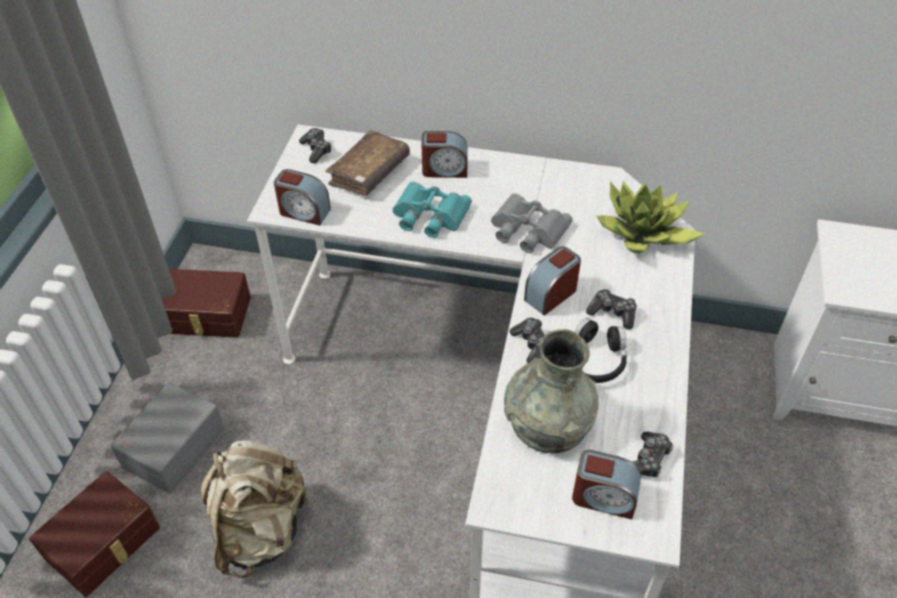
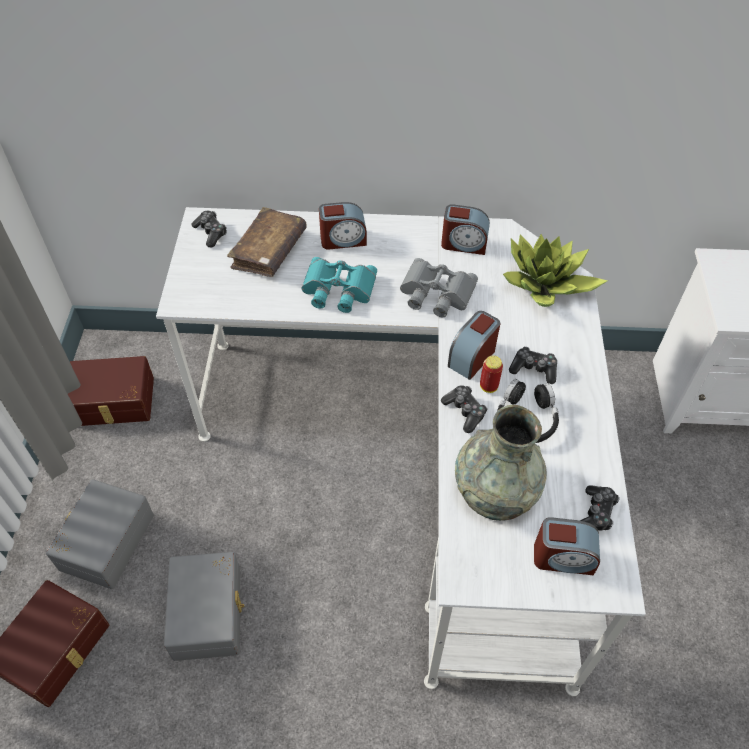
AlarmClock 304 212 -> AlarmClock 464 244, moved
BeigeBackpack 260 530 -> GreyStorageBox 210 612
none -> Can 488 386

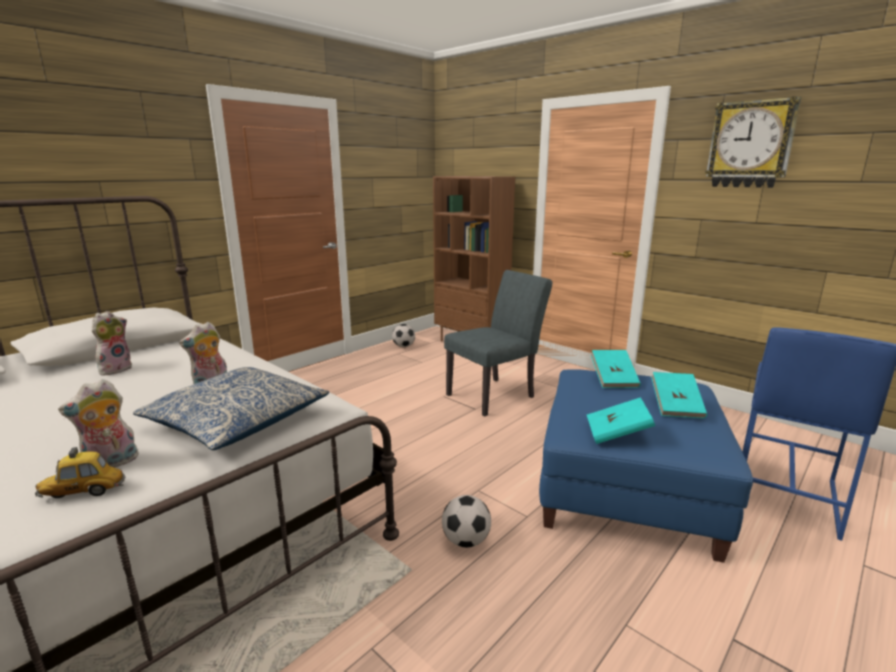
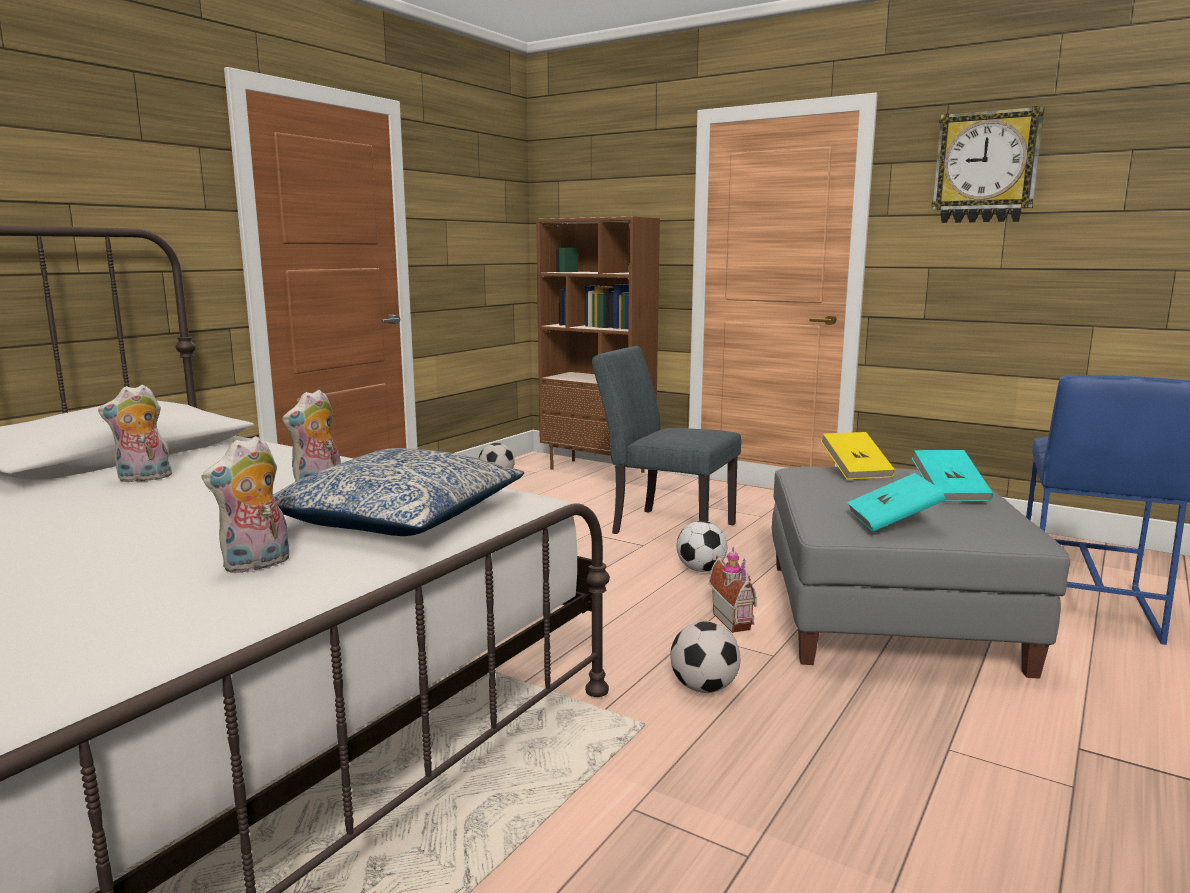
GreyChair 495 394 -> GreyChair 664 527, 105 degrees counterclockwise
PlushToy 116 369 -> PlushToy 143 479, 135 degrees counterclockwise
TurquoiseBook 613 380 -> YellowBook 856 471
BlueOttoman 625 486 -> GreyOttoman 887 613
ToyCar 83 492 -> none
none -> Football 701 570
none -> ToyHouse 735 620

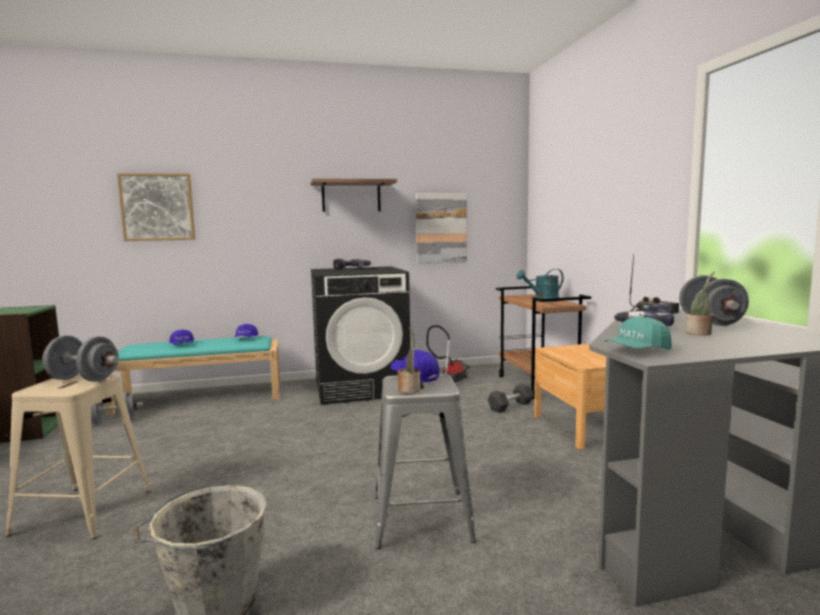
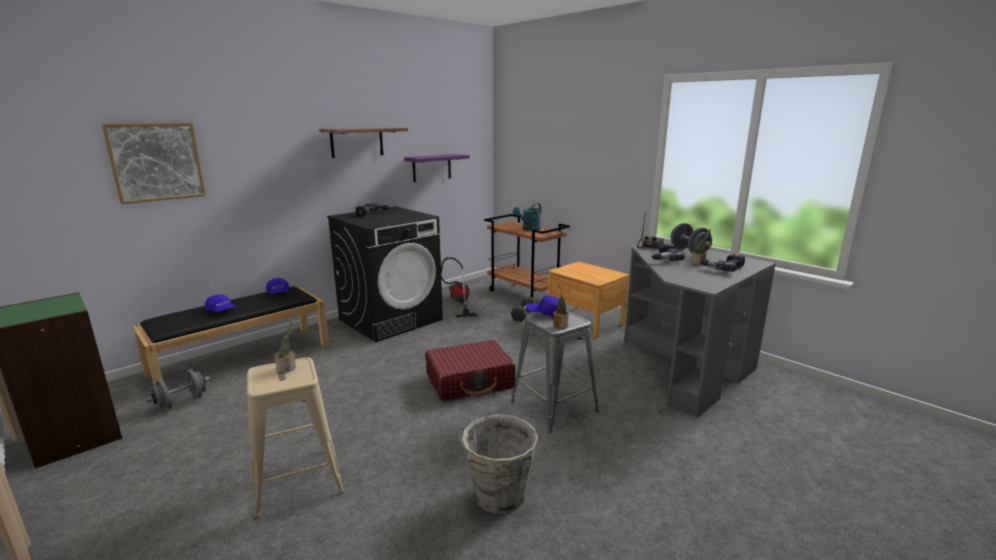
Picture 441 228 -> PurpleShelf 432 167
TurquoiseCap 637 351 -> none
GreyDumbbell 83 379 -> PottedPlant 288 368
TurquoiseBench 202 397 -> BlackBench 243 358
none -> PowerDrill 723 268
none -> RedSuitcase 470 381

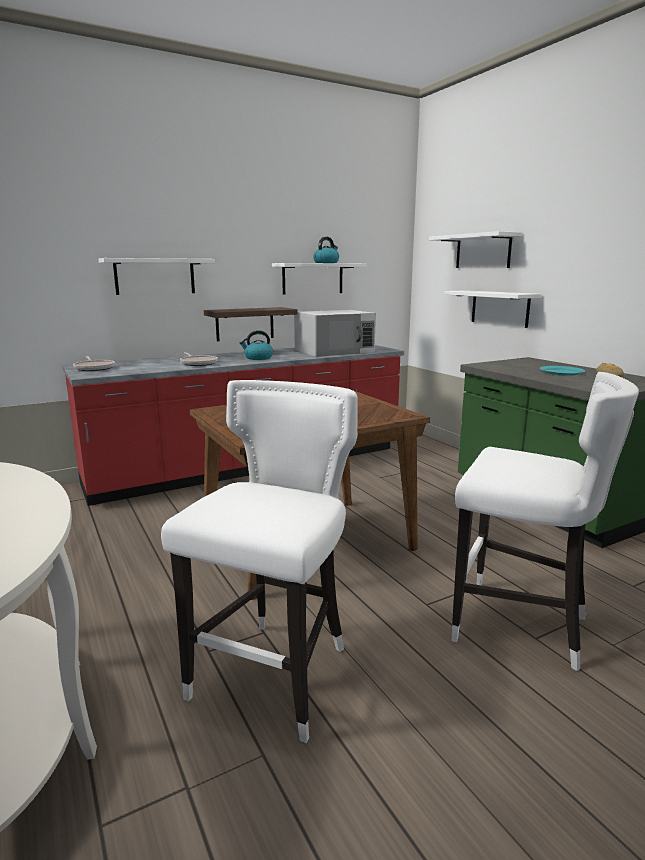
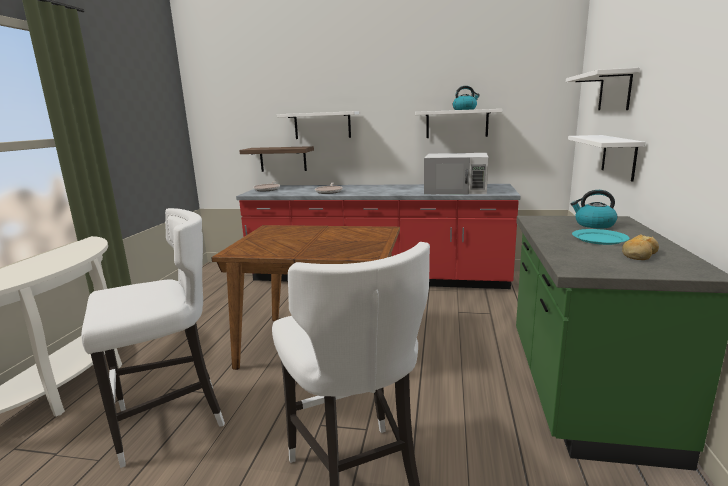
Shelf 245 324 -> Shelf 283 159, moved
Kettle 258 358 -> Kettle 593 224, moved

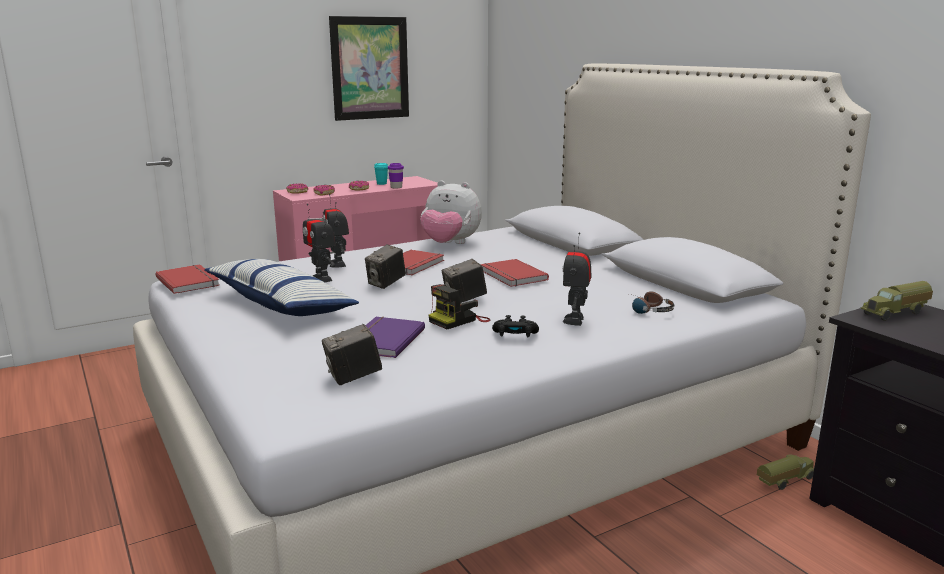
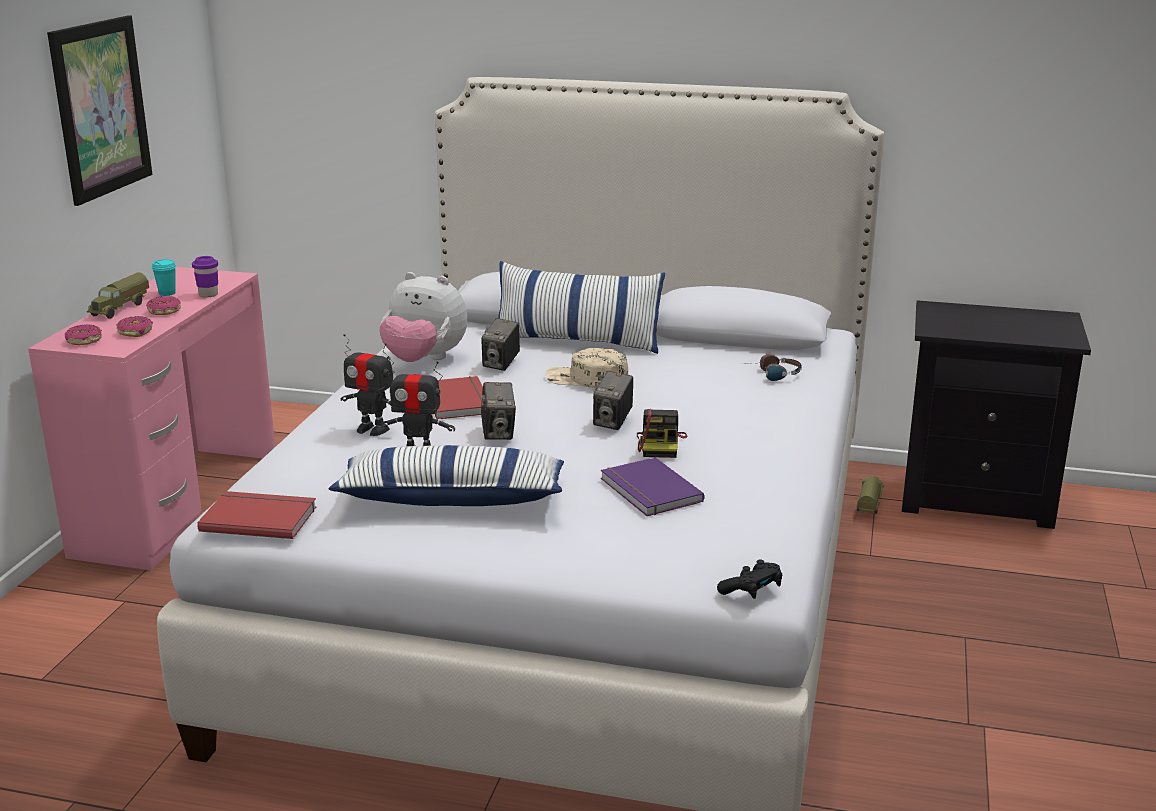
PlushToy 450 244 -> PlushToy 424 360, 45 degrees clockwise
ToyRobot 574 320 -> none
RedBook 511 276 -> BeigeCap 587 379
ToyTruck 895 313 -> ToyTruck 121 309, moved
BlackGameController 515 336 -> BlackGameController 752 590, moved
PhotoCamera 353 377 -> PhotoCamera 501 364, moved
none -> Pillow 577 341

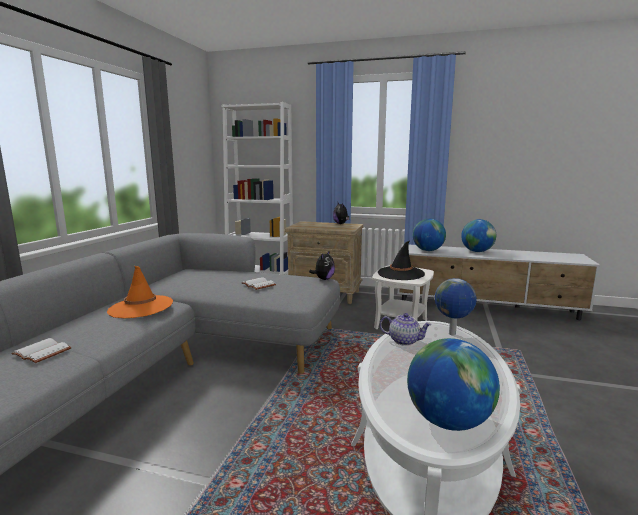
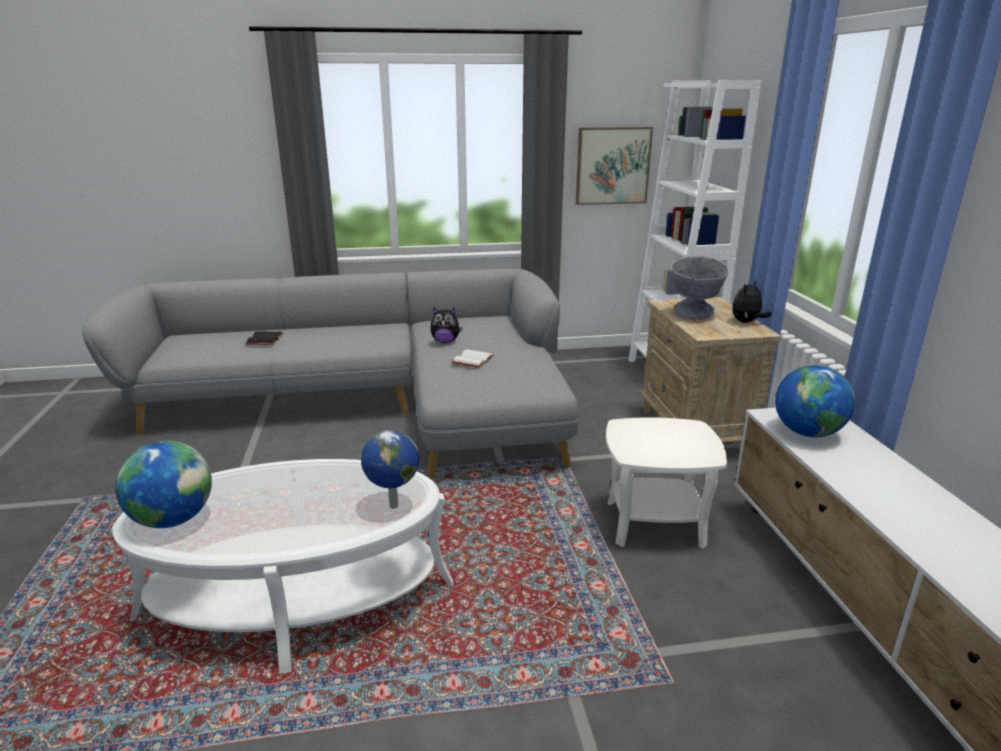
Globe 477 251 -> none
BlackHat 400 273 -> none
PlushToy 323 279 -> PlushToy 445 341, moved
OrangeHat 141 307 -> none
Teapot 404 341 -> none
WhiteBook 44 352 -> BlackBook 265 340
none -> Picture 612 166
none -> GreyBowl 693 315

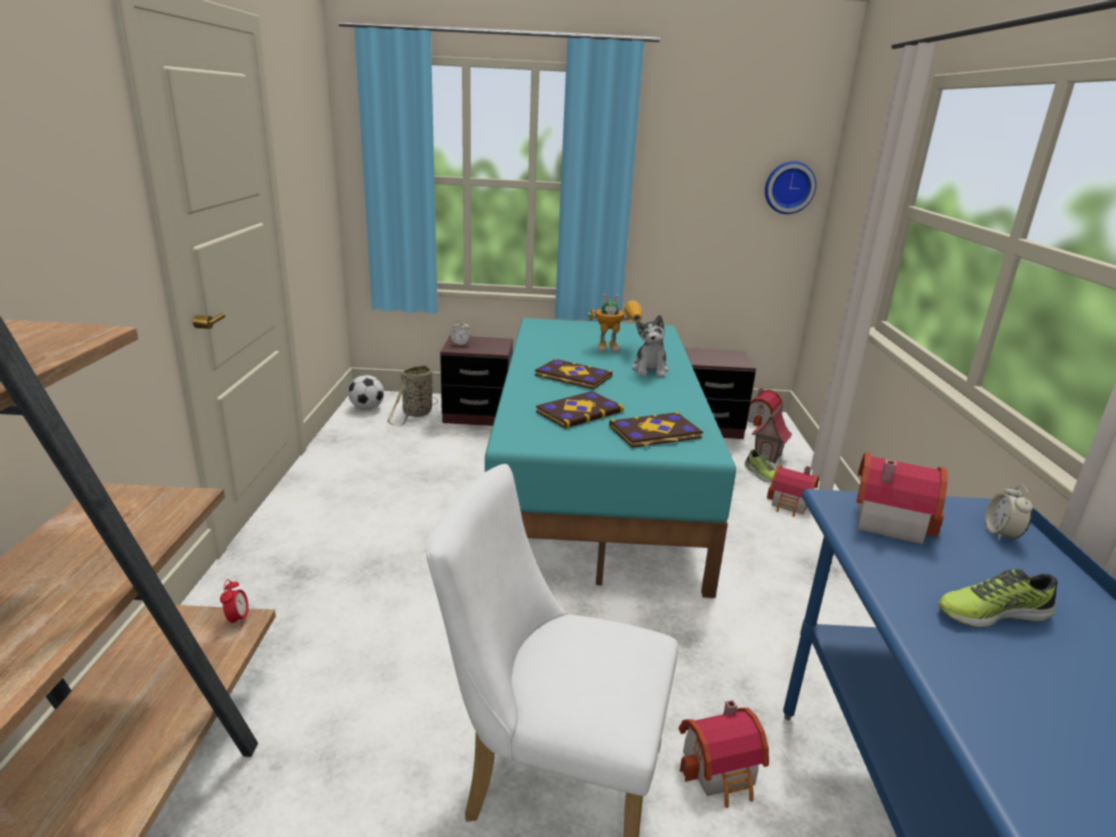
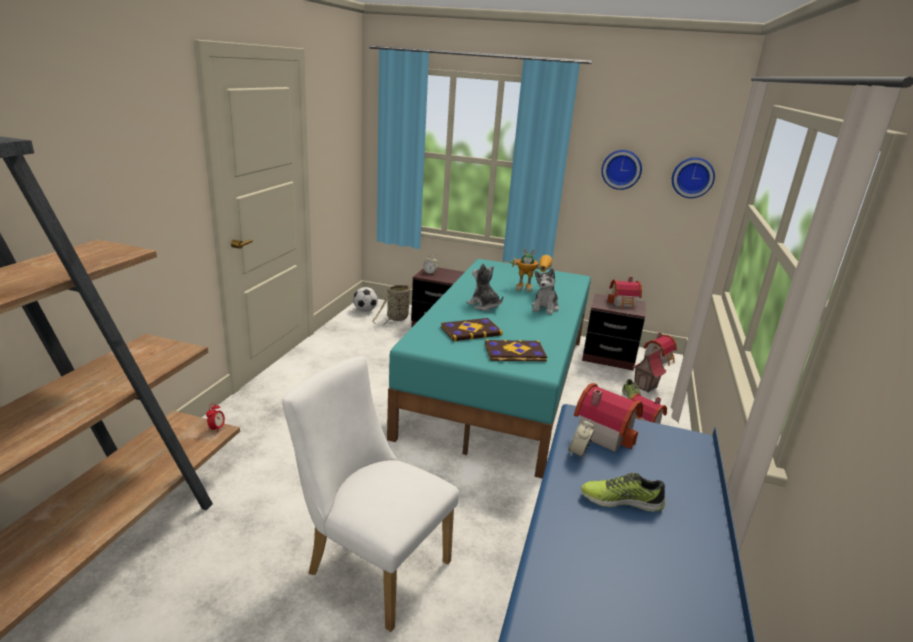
Book 572 376 -> PlushToy 484 306
AlarmClock 1001 534 -> AlarmClock 578 453, moved
ToyHouse 722 771 -> ToyHouse 624 303, moved
none -> WallClock 621 169

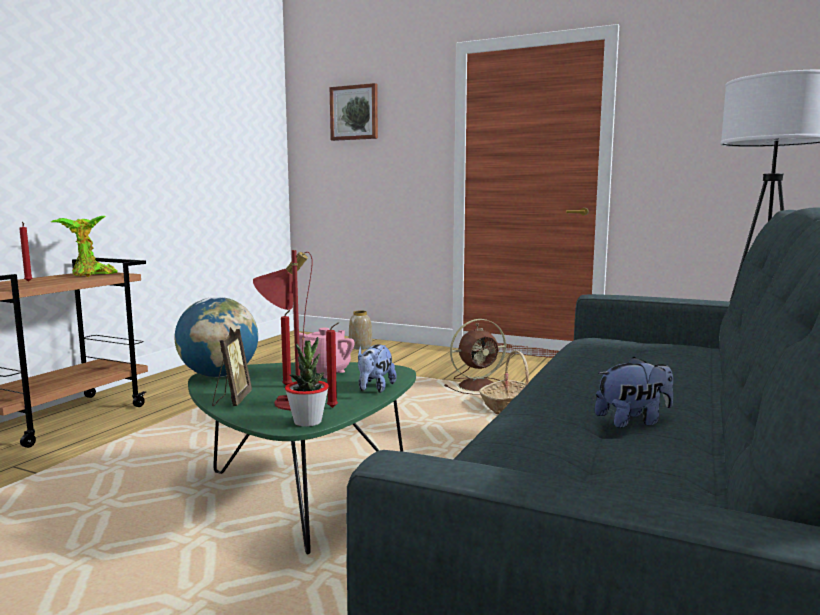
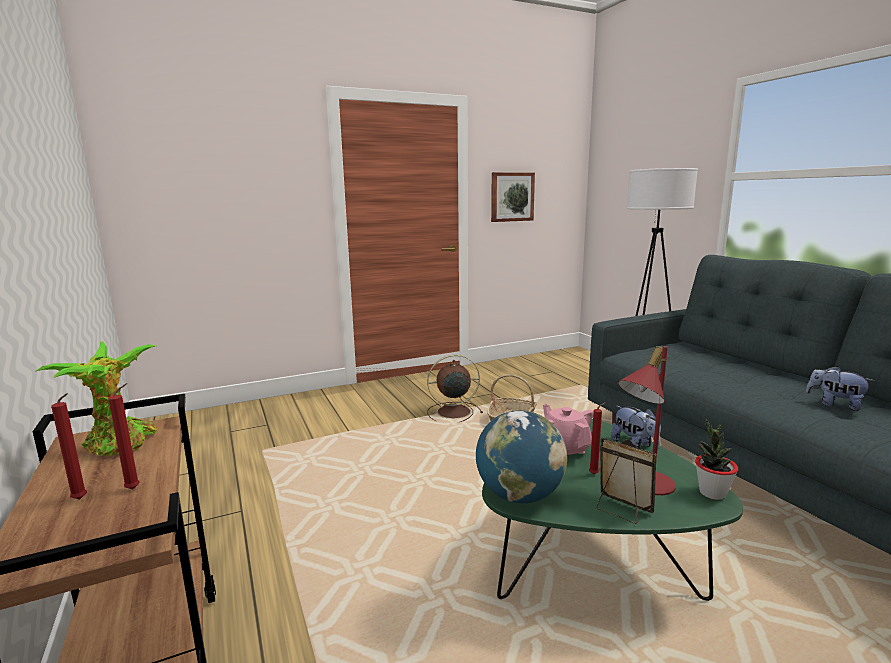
Picture 354 113 -> Picture 511 197, moved
Vase 361 347 -> none
BrownFan 479 386 -> BrownFan 452 412, 120 degrees counterclockwise
RedCandle 334 408 -> RedCandle 135 488, moved
PlushToy 633 421 -> PlushToy 835 404, 75 degrees counterclockwise

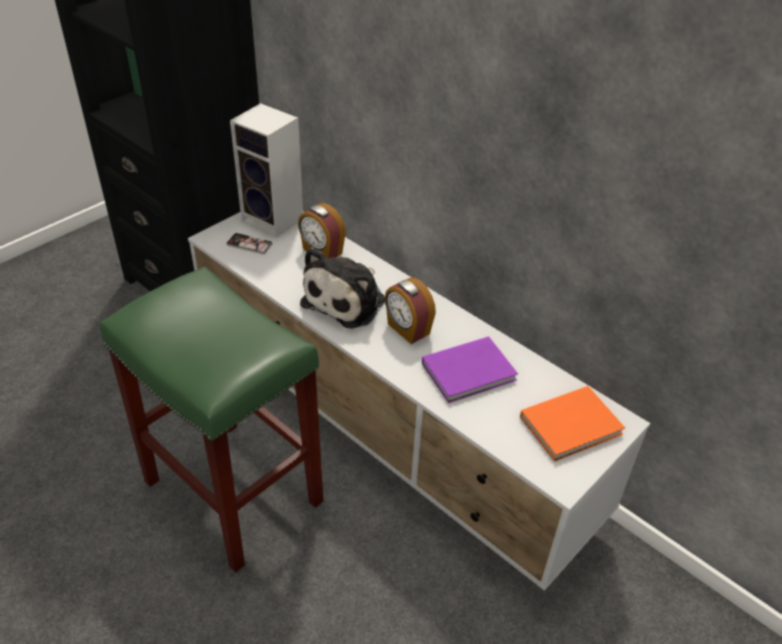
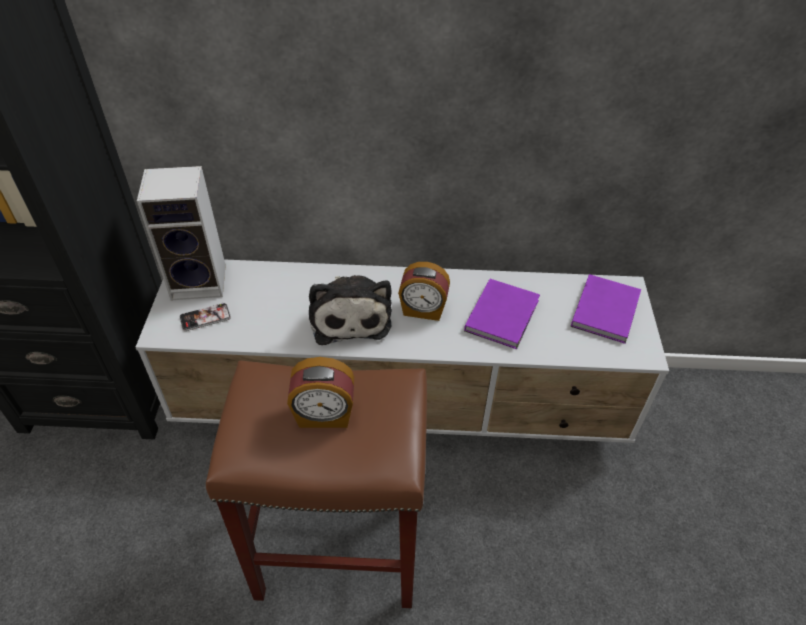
AlarmClock 322 252 -> AlarmClock 324 415, moved
GreenStool 236 492 -> BrownStool 341 545
OrangeBook 573 426 -> PurpleBook 607 309

